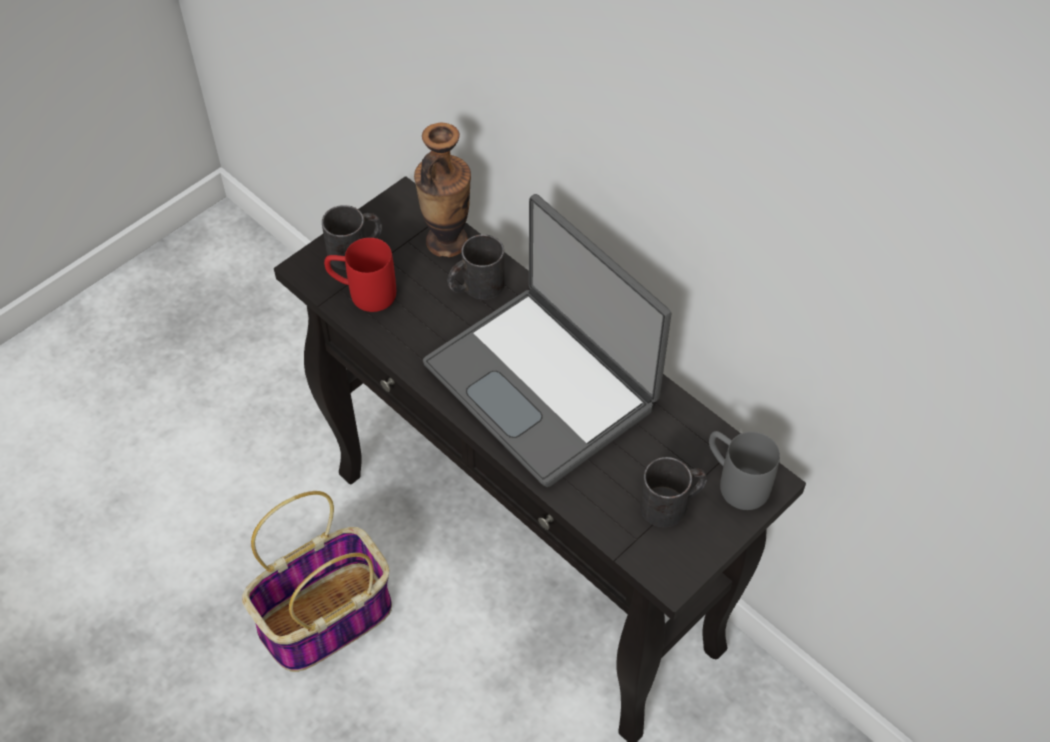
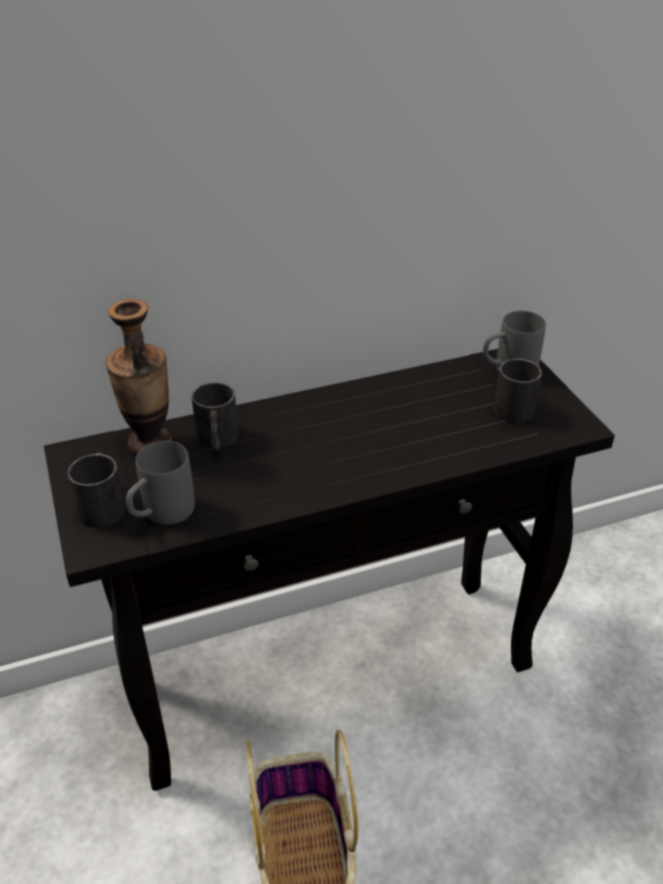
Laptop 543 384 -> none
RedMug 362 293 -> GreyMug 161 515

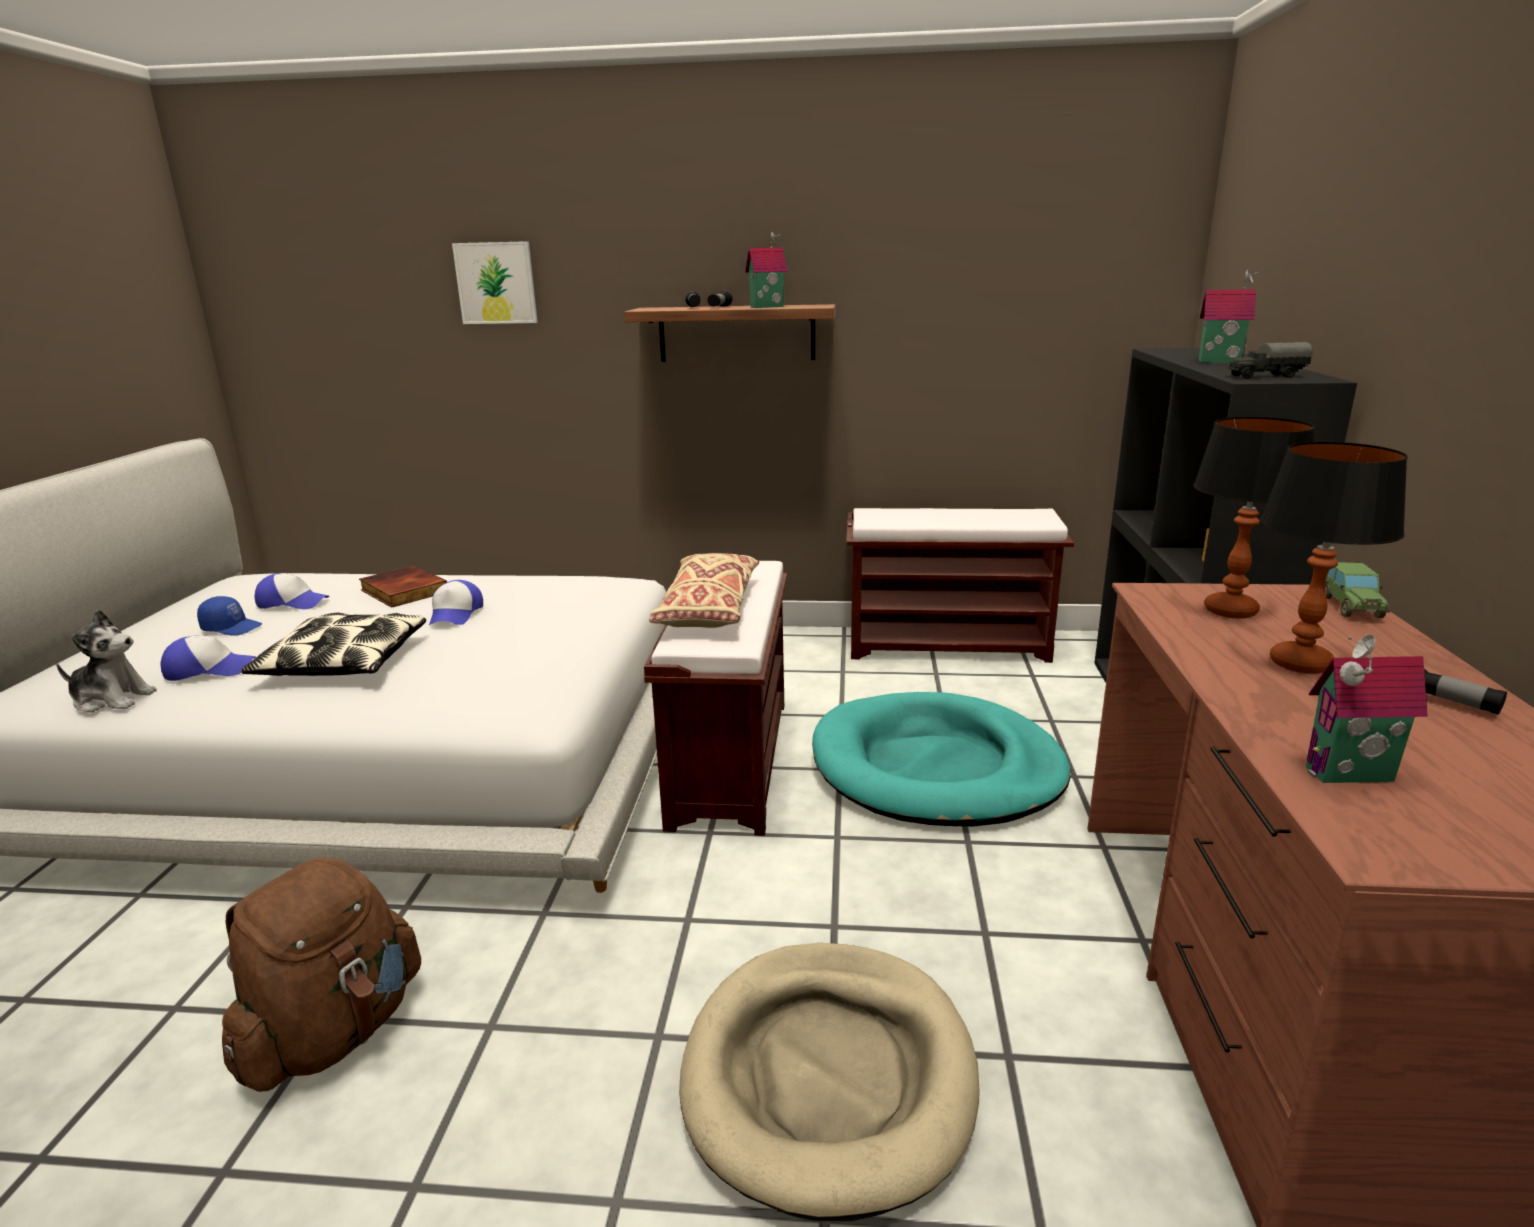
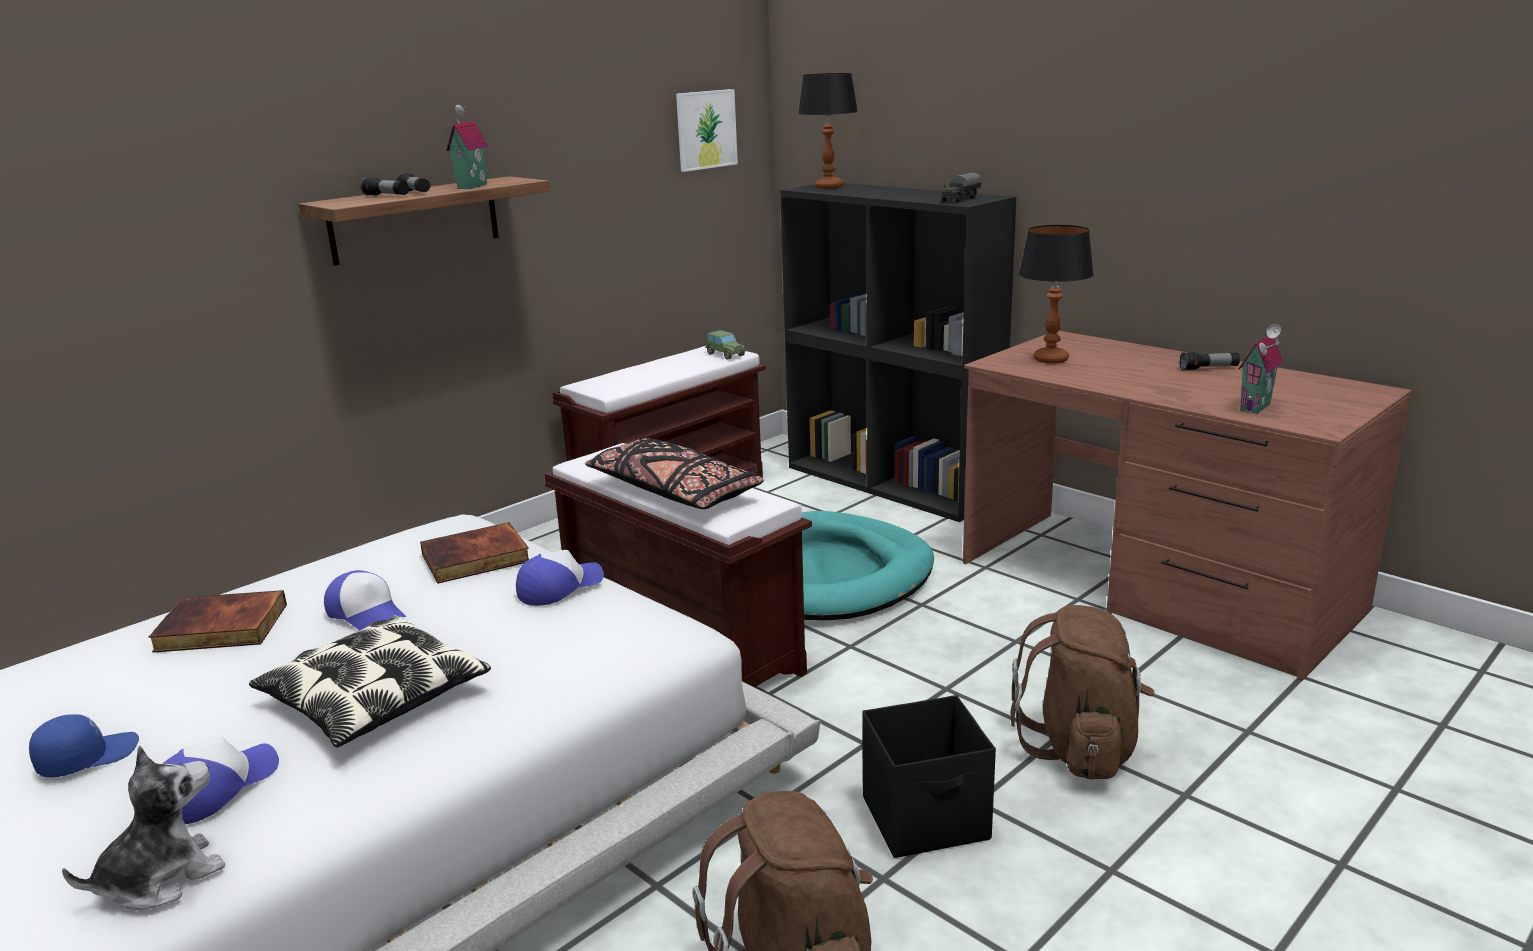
Picture 496 283 -> Picture 706 129, moved
ToyHouse 1219 361 -> none
TableLamp 1299 664 -> TableLamp 828 187, moved
BeigePillow 708 609 -> BlackPillow 674 492
ToyCar 1350 607 -> ToyCar 725 354, moved
Cap 292 603 -> Cap 559 587, moved
BeigeDogBed 829 1076 -> BrownBackpack 1081 748
none -> Book 475 559
none -> BlackStorageBox 927 819

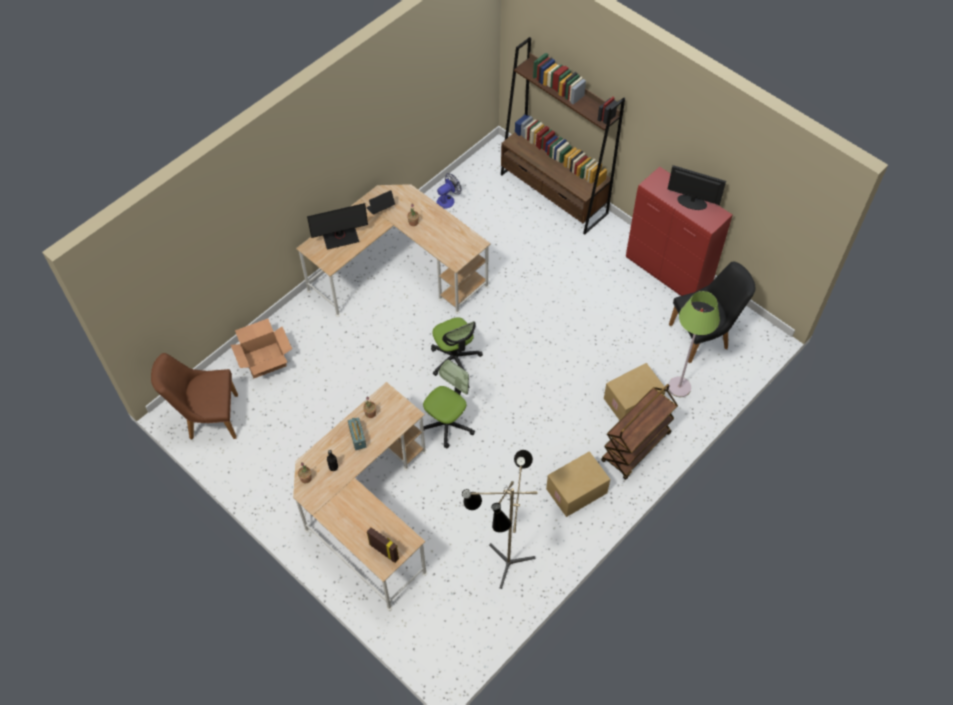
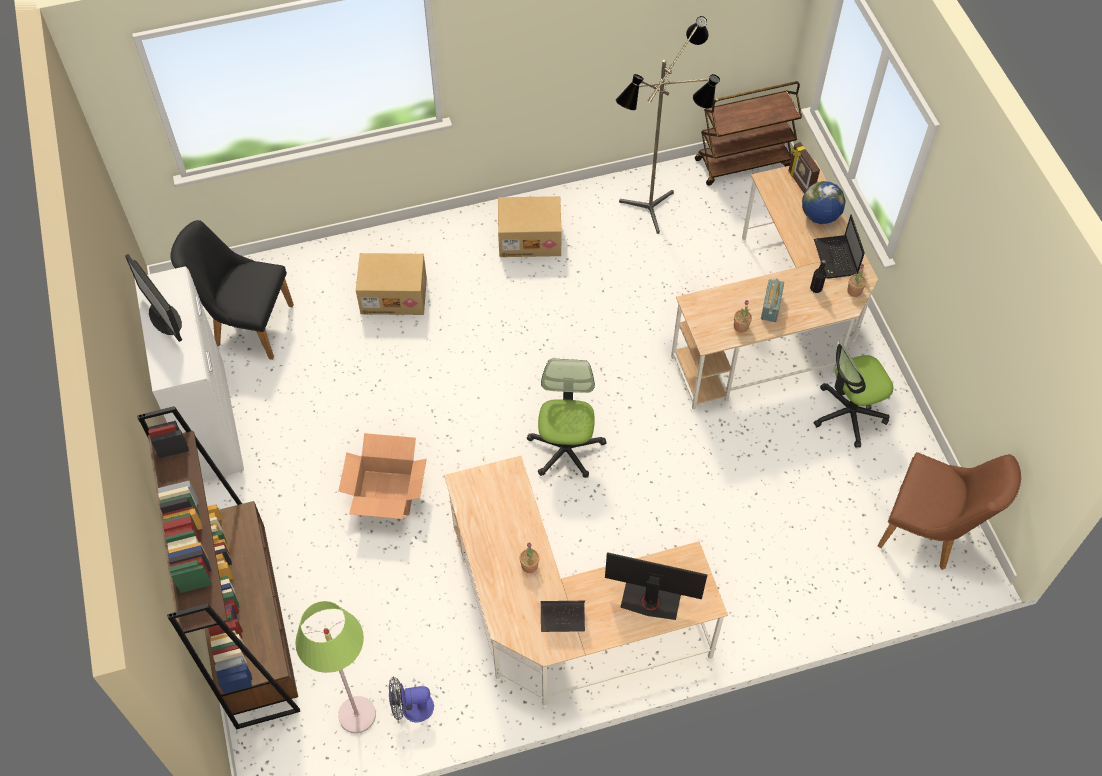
RedCabinet 668 273 -> WhiteCabinet 210 423
GreenFloorLamp 679 387 -> GreenFloorLamp 357 714, moved
CardboardBox 264 360 -> CardboardBox 387 493, moved
OfficeChair 447 424 -> OfficeChair 848 414, moved
BrownCart 636 448 -> BrownCart 743 162, moved
none -> Globe 820 216
none -> Laptop 836 258

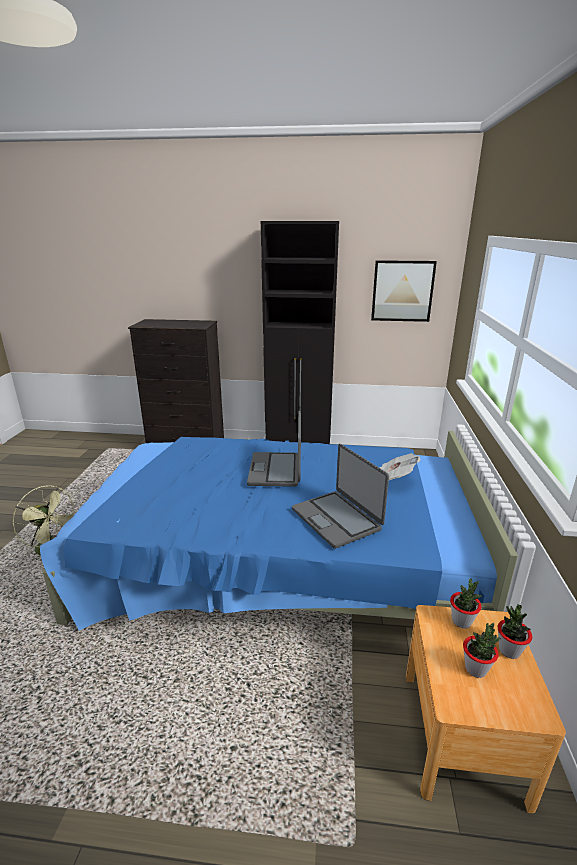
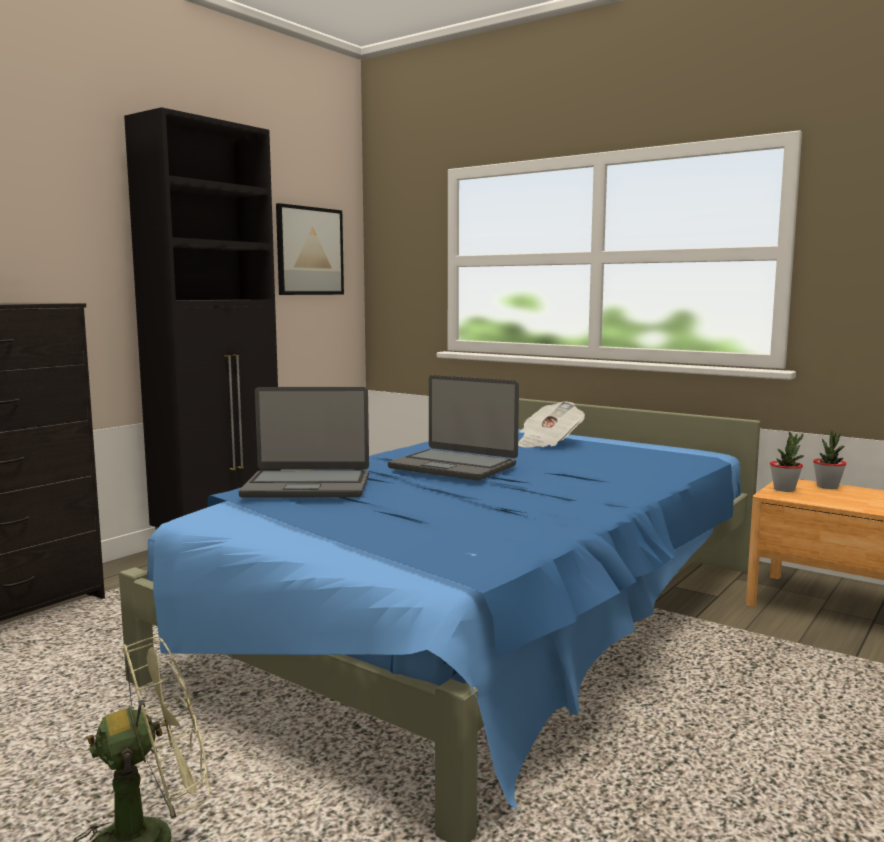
Laptop 337 519 -> Laptop 307 486, moved
PottedPlant 476 669 -> none

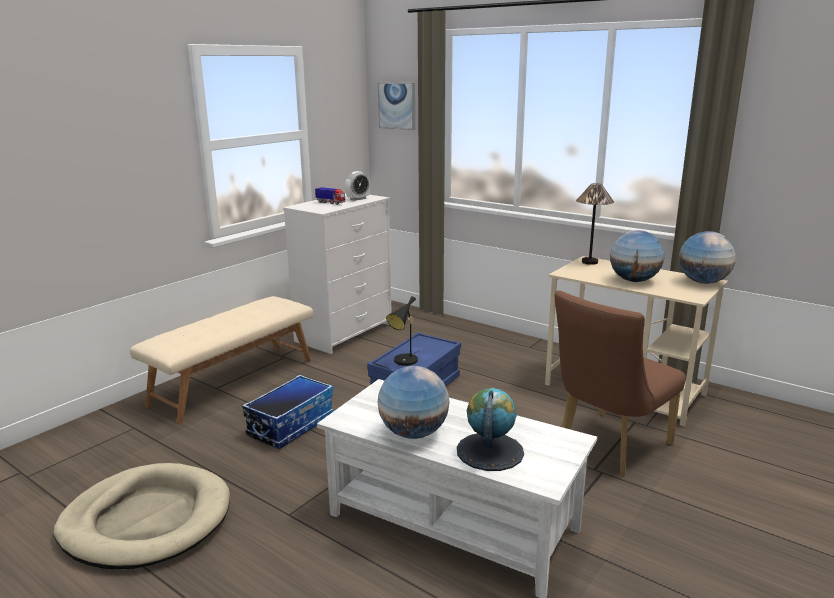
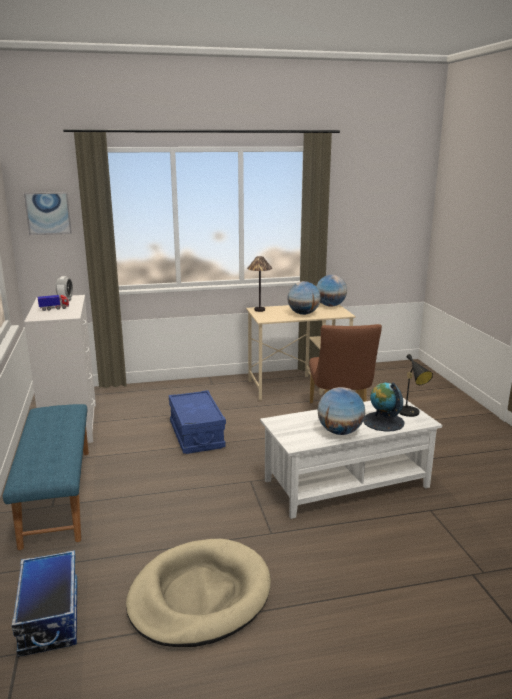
BeigeBench 233 381 -> BlueBench 56 495
BlackTableLamp 404 362 -> BlackTableLamp 411 413, moved
StorageBox 291 425 -> StorageBox 49 616, moved

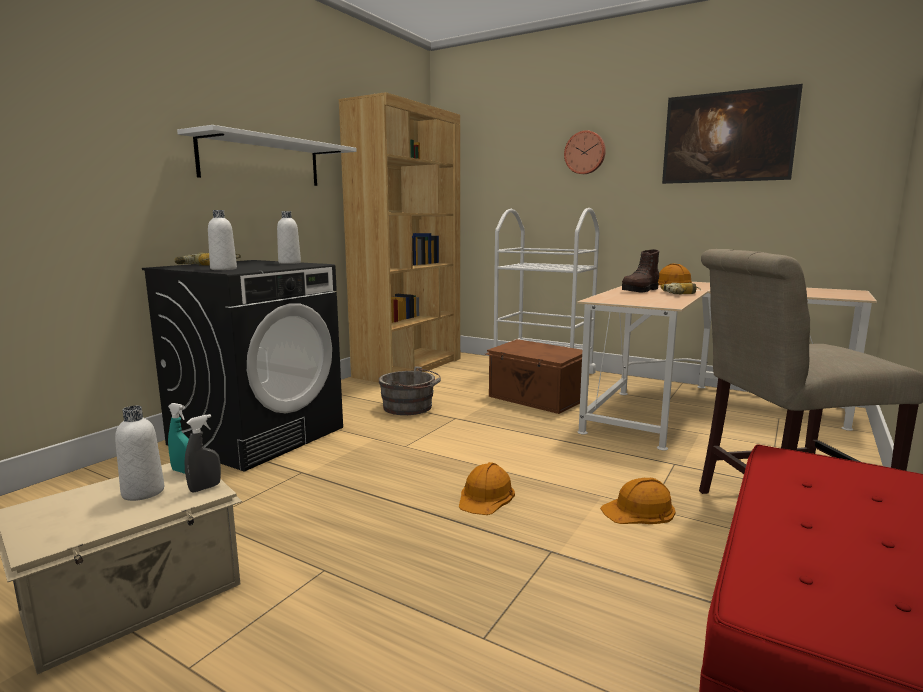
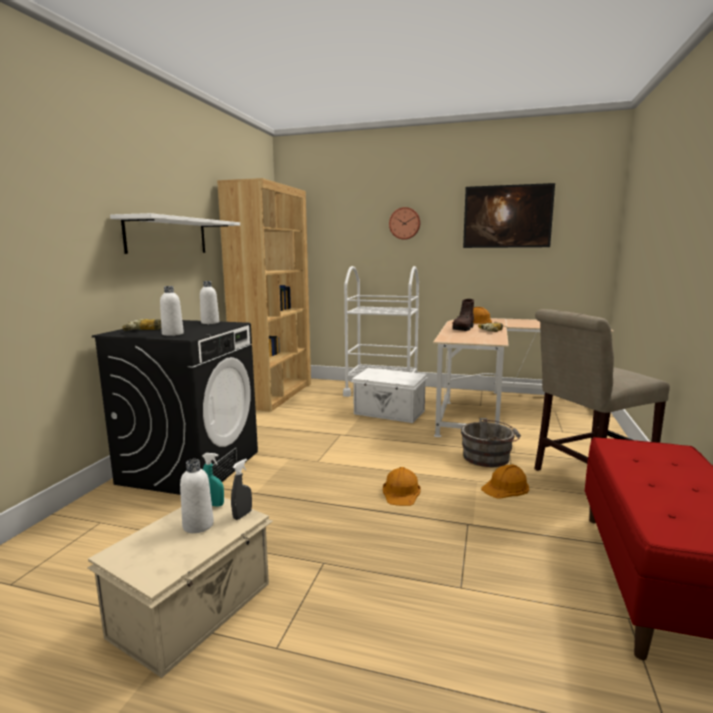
BrownStorageBox 535 399 -> WhiteStorageBox 389 413
GreyBucket 410 407 -> GreyBucket 489 457, moved

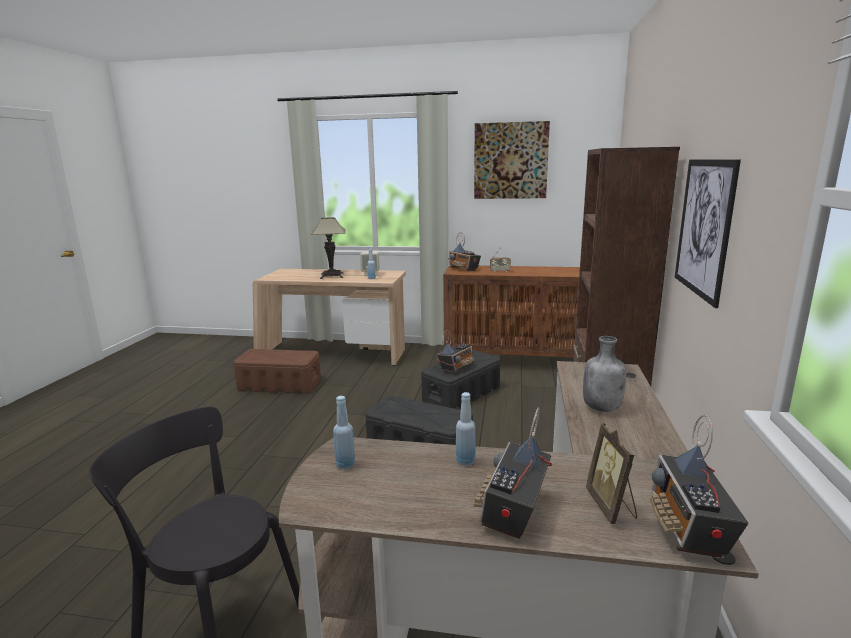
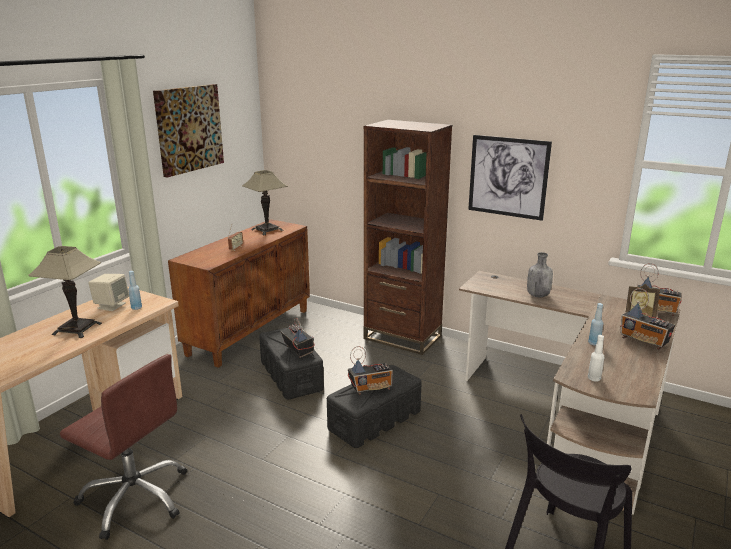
Radio 463 269 -> Radio 371 388, moved
BrownStorageBox 279 385 -> BrownOfficeChair 135 497
BlueBottle 345 464 -> WhiteBottle 594 378
none -> TableLamp 267 230

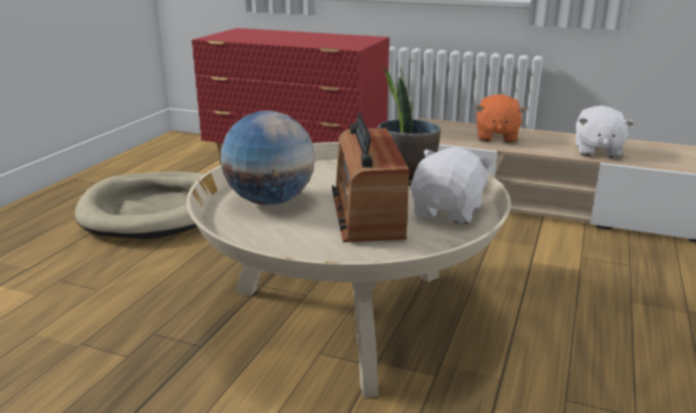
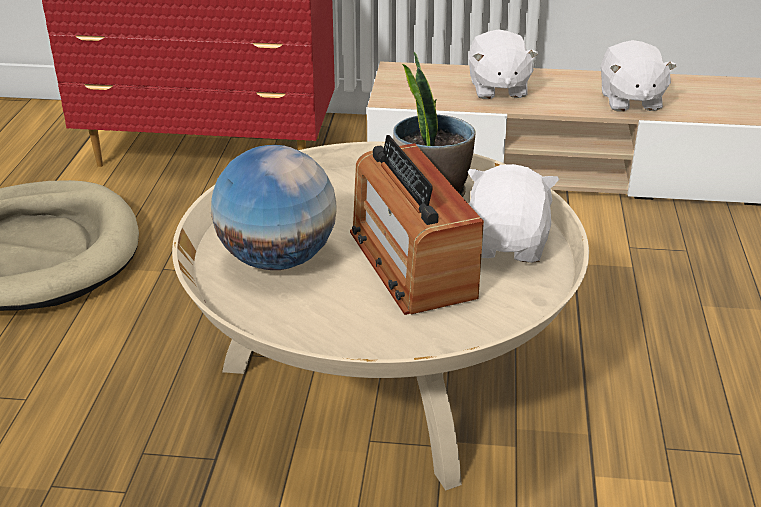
OrangePlushToy 496 137 -> WhitePlushToy 497 89

